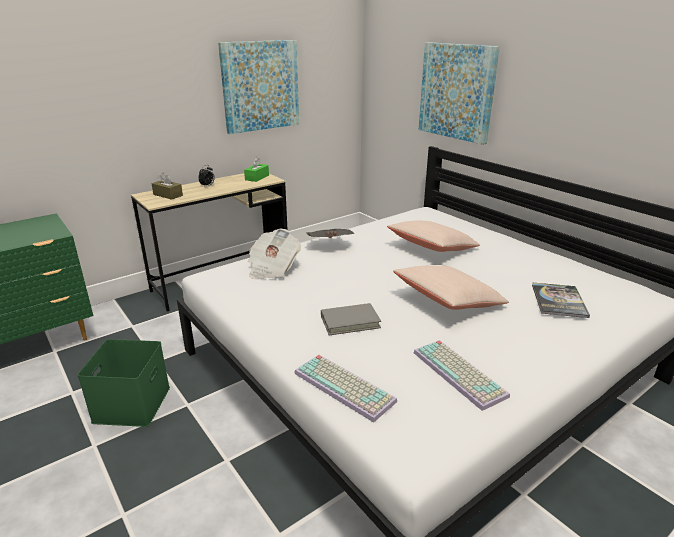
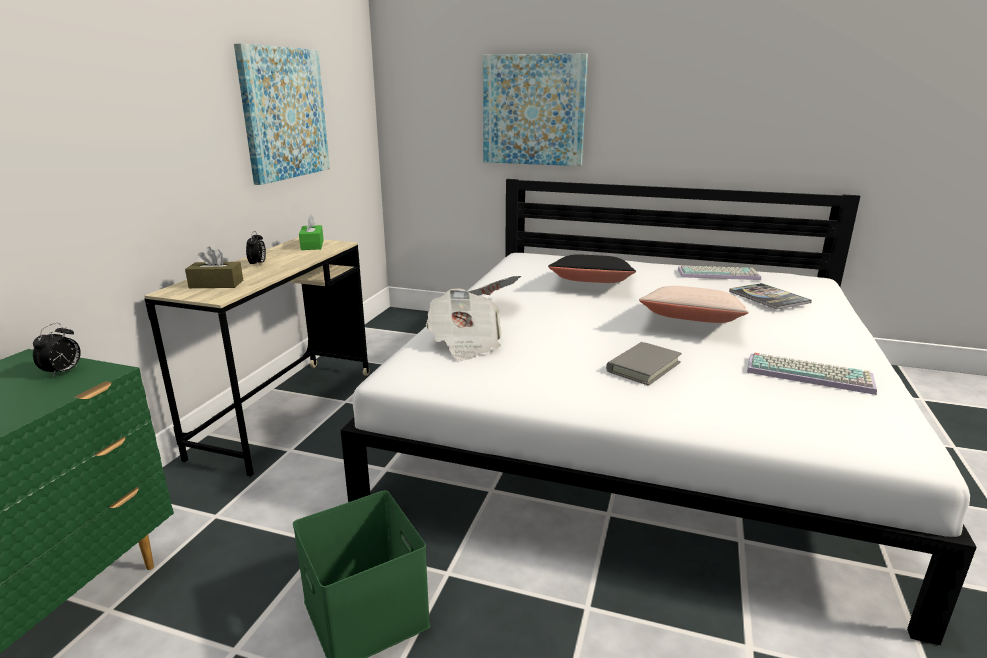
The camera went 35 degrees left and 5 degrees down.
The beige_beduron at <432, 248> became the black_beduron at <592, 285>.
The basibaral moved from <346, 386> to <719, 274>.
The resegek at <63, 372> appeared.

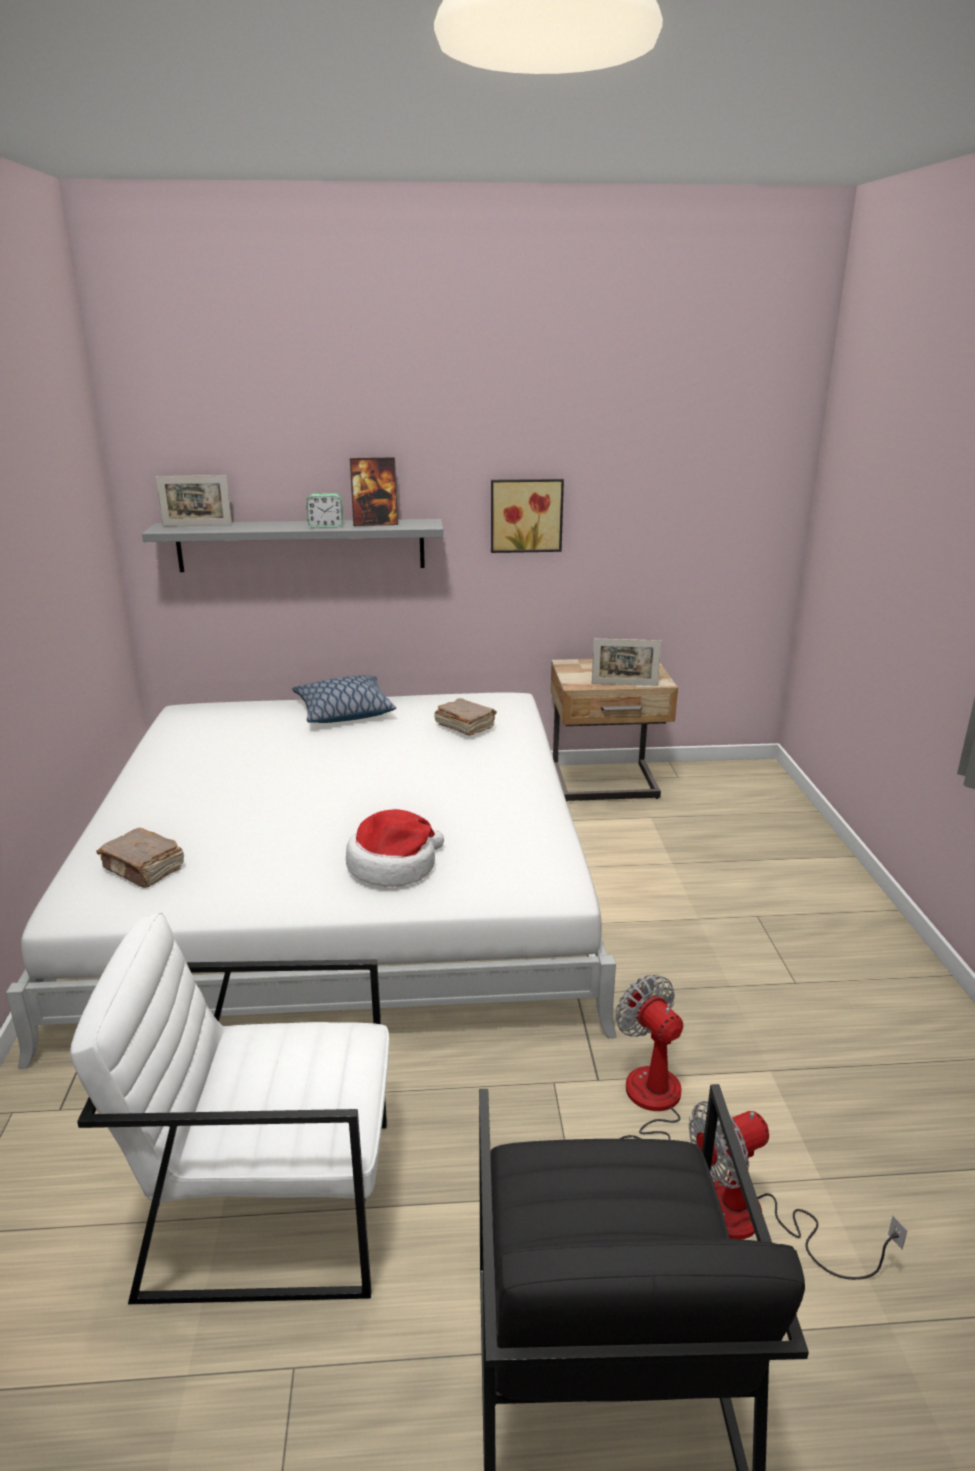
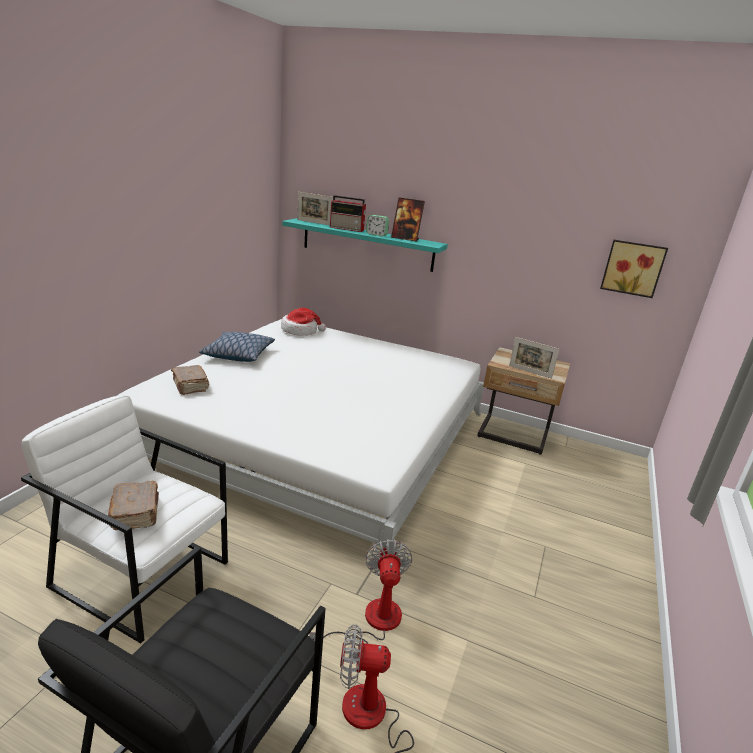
The camera went 25 degrees right and 0 degrees up.
The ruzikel moved from <526, 515> to <632, 268>.
The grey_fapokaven at <301, 545> became the turquoise_fapokaven at <367, 244>.
The beduron moved from <343, 712> to <238, 354>.
The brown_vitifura moved from <464, 726> to <136, 513>.
The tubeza moved from <394, 866> to <300, 330>.
The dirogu at <347, 229> appeared.

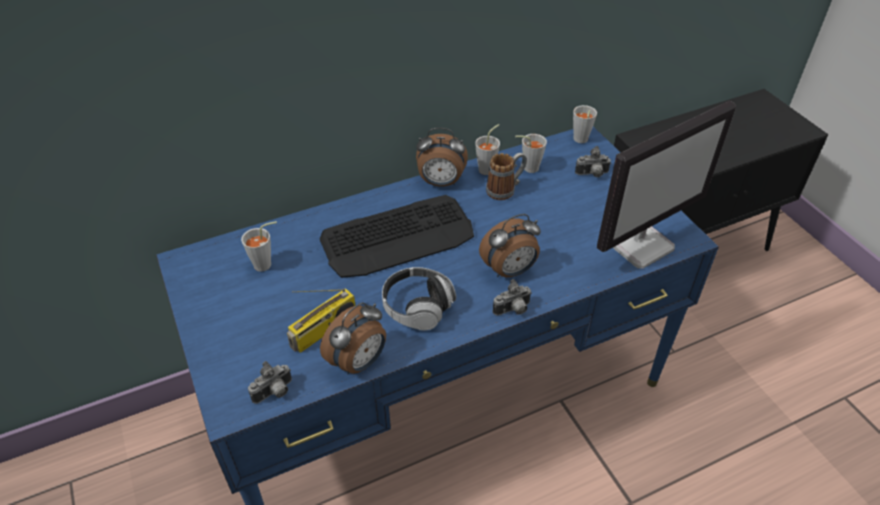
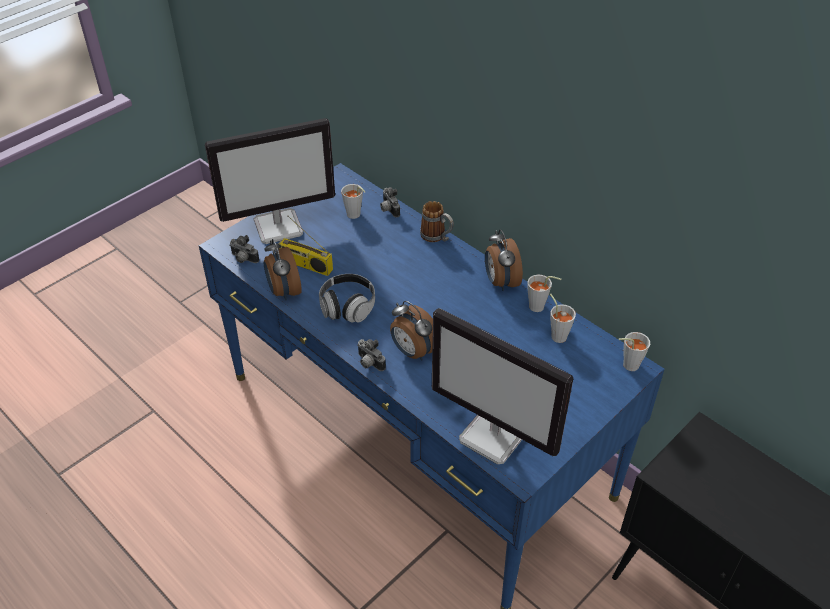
The camera went 70 degrees right and 0 degrees up.
The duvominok moved from <592, 174> to <388, 210>.
The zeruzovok moved from <505, 189> to <437, 237>.
The basibaral at <398, 237> disappeared.
The resegek at <359, 362> turned 45 degrees clockwise.
The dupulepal at <279, 227> appeared.

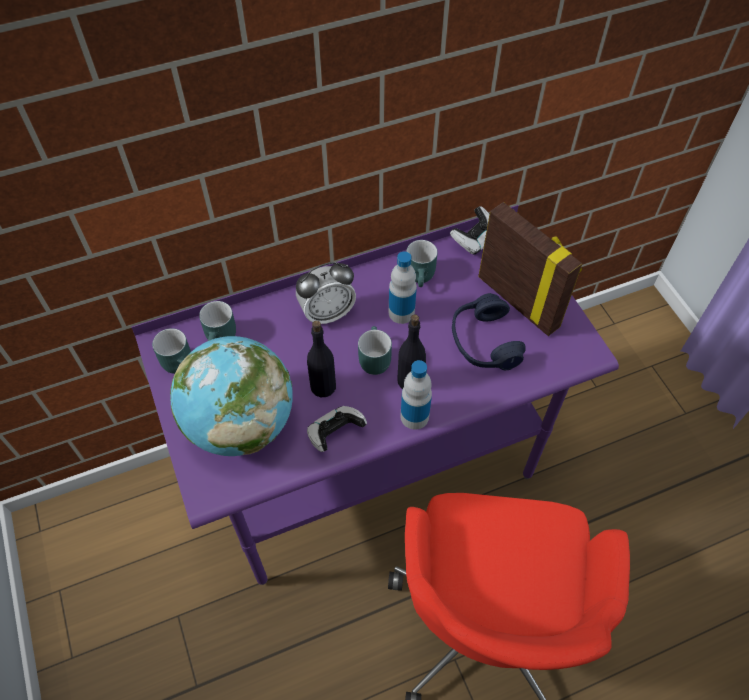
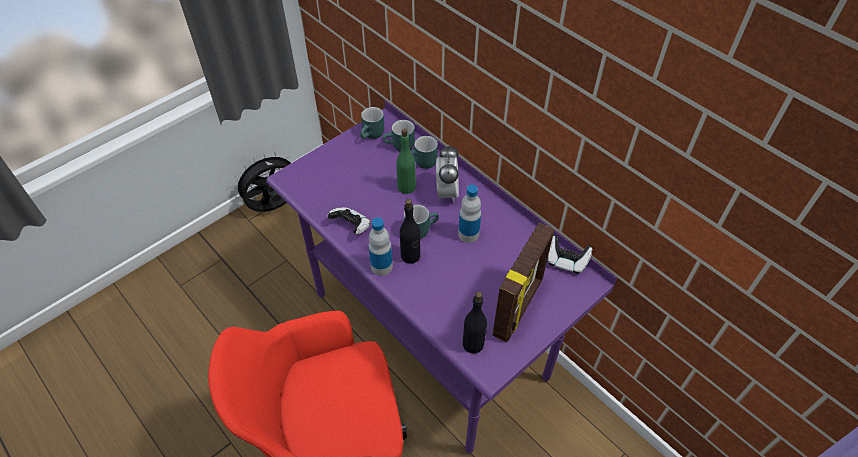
The camera went 70 degrees right and 5 degrees down.
The turquoise_zeruzovok moved from <422, 277> to <422, 163>.
The resegek at <327, 313> turned 135 degrees counterclockwise.
The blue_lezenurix at <484, 342> disappeared.
The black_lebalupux moved from <323, 386> to <473, 344>.
The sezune at <240, 424> disappeared.
The green_lebalupux at <406, 187> appeared.
The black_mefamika at <275, 207> appeared.

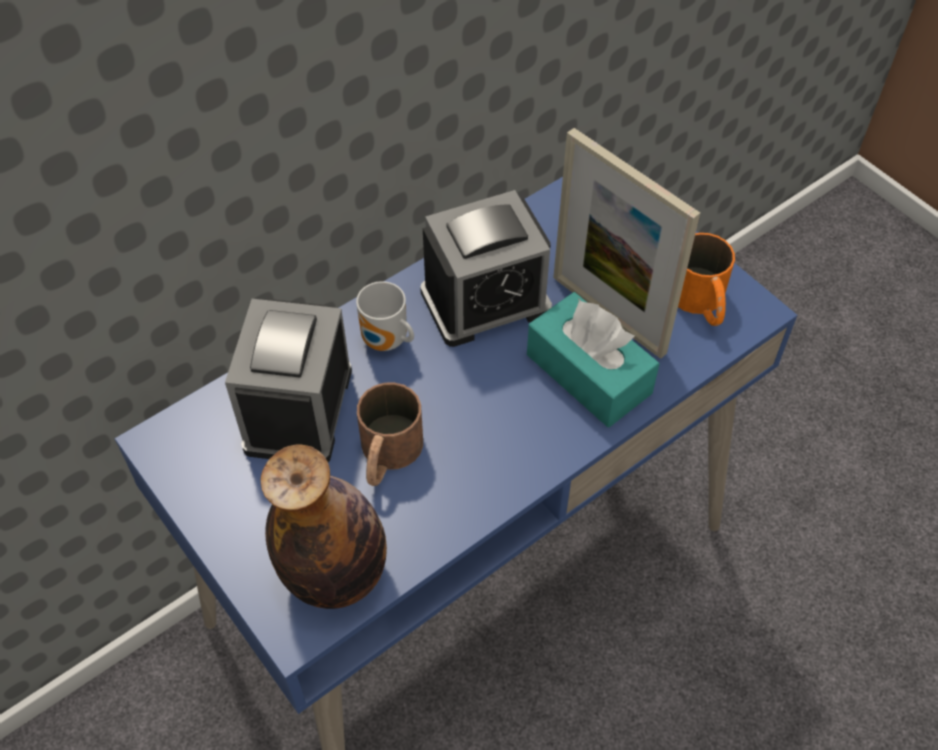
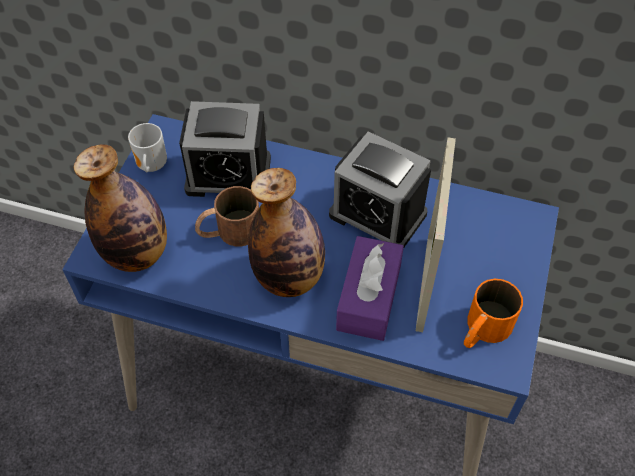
The camera went 55 degrees right and 0 degrees up.
The zeruzovok moved from <386, 343> to <150, 166>.
The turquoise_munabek at <588, 374> became the purple_munabek at <369, 297>.
The resegek at <298, 409> turned 150 degrees counterclockwise.
The lebalupux at <289, 278> appeared.

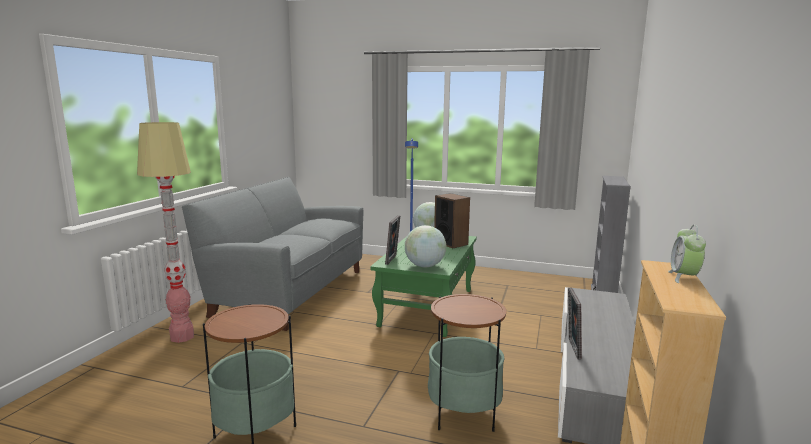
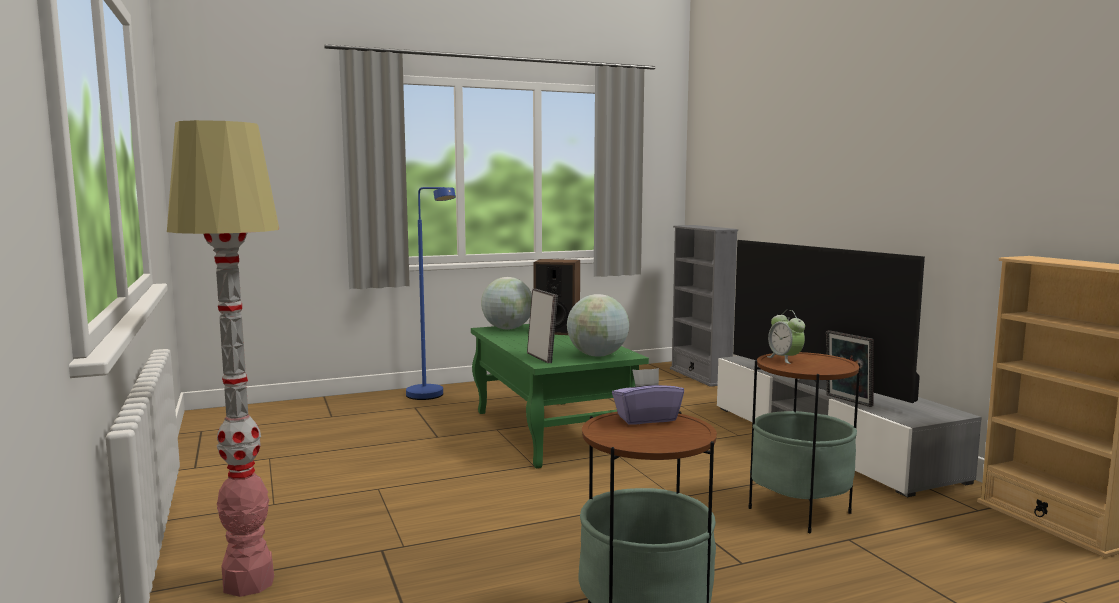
The camera went 40 degrees left and 5 degrees down.
The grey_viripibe at <289, 291> disappeared.
The resegek moved from <683, 277> to <785, 359>.
The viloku at <822, 384> appeared.
The purple_munabek at <646, 418> appeared.

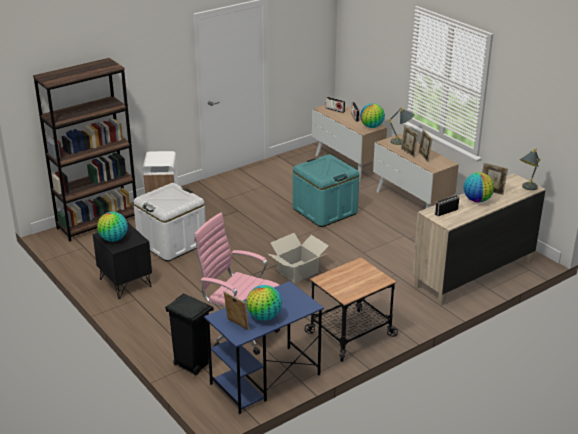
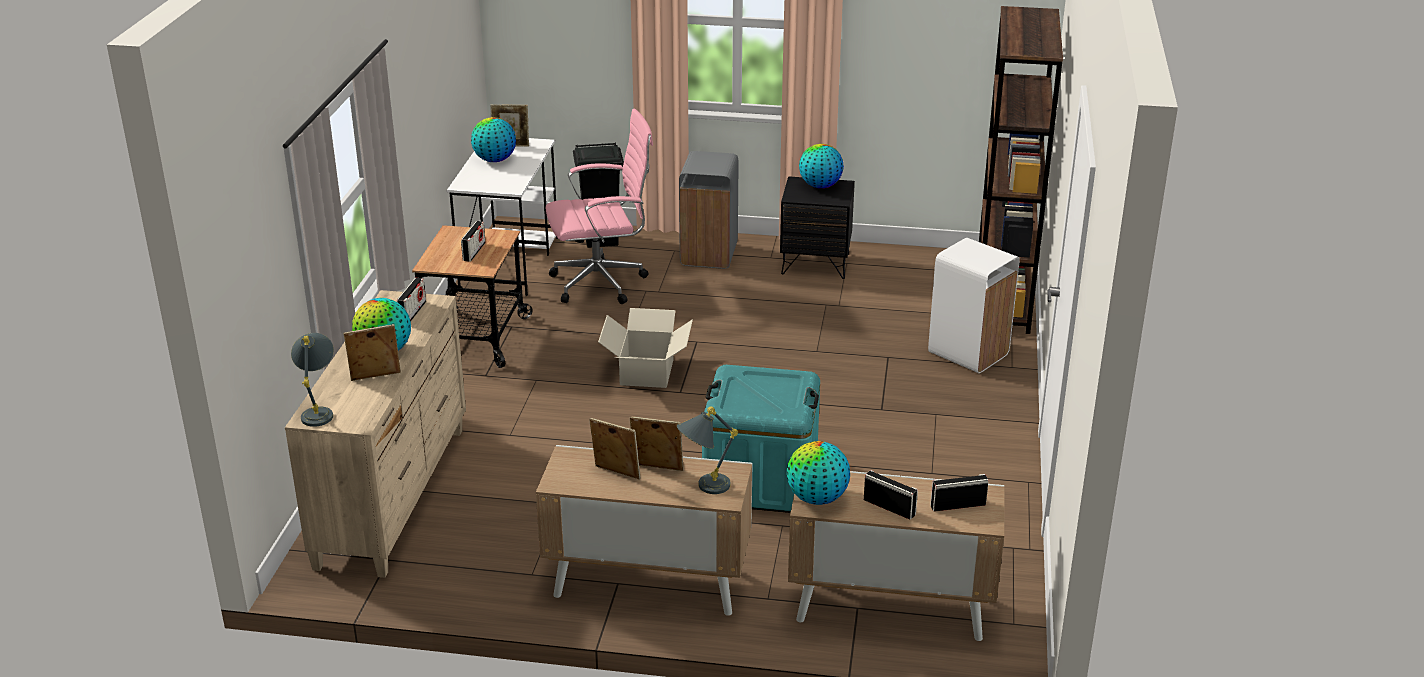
The camera went 135 degrees right and 0 degrees up.
The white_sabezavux at <172, 243> disappeared.
The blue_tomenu at <264, 379> became the white_tomenu at <510, 262>.
The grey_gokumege at <709, 254> appeared.
The dirogu at <474, 251> appeared.

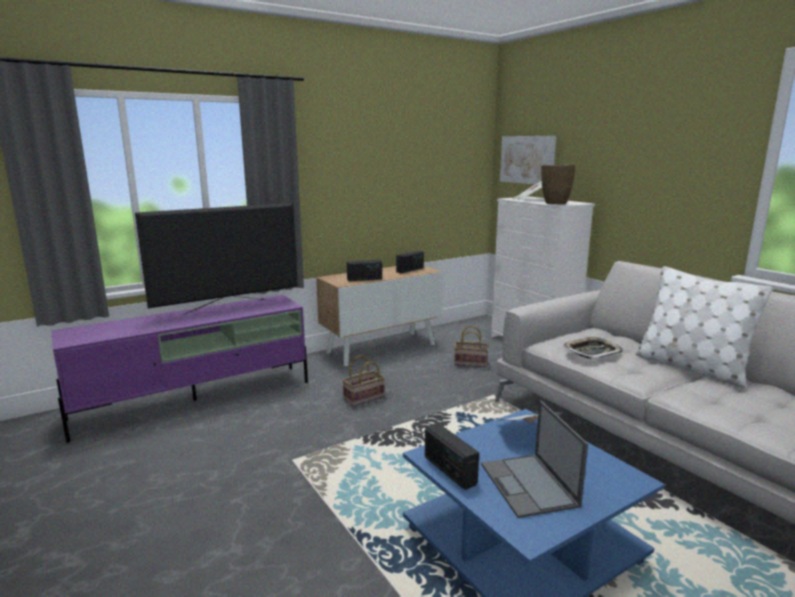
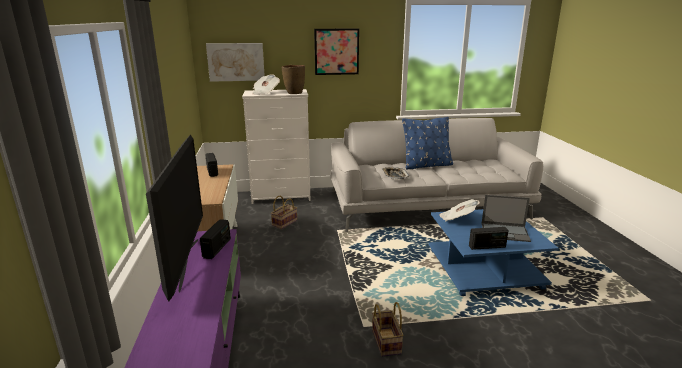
The camera went 65 degrees left and 5 degrees up.
The dirogu moved from <364, 279> to <217, 248>.
The white_beduron at <691, 367> became the blue_beduron at <426, 165>.
The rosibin moved from <363, 398> to <387, 342>.
The ruzikel at <336, 51> appeared.

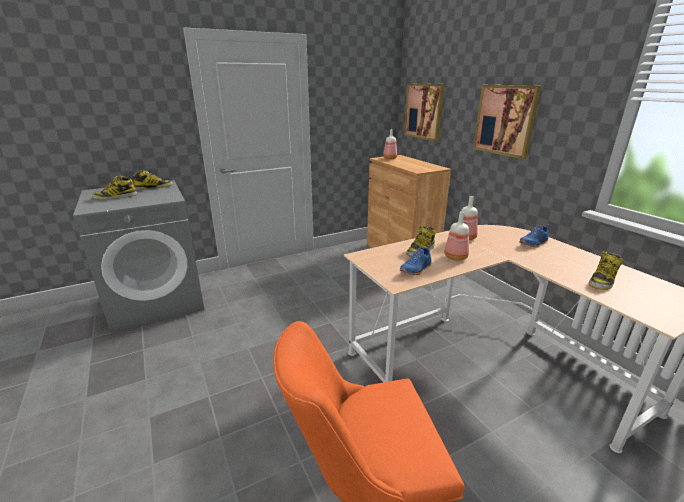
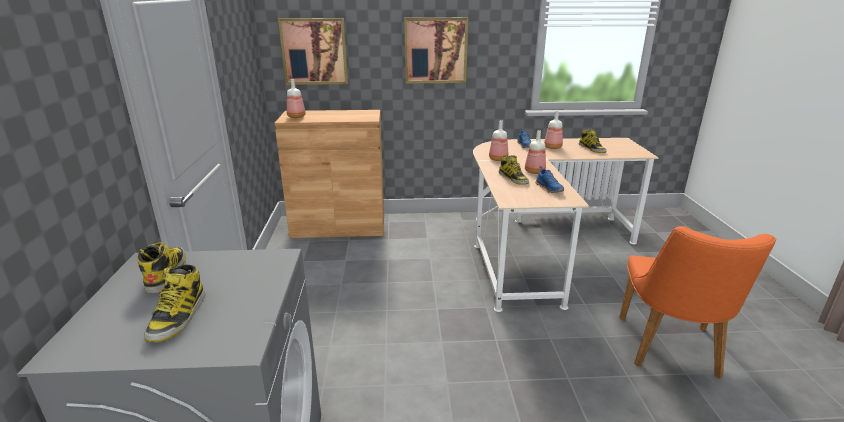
The camera went 65 degrees left and 0 degrees up.
The lebalupux at <553, 147> appeared.

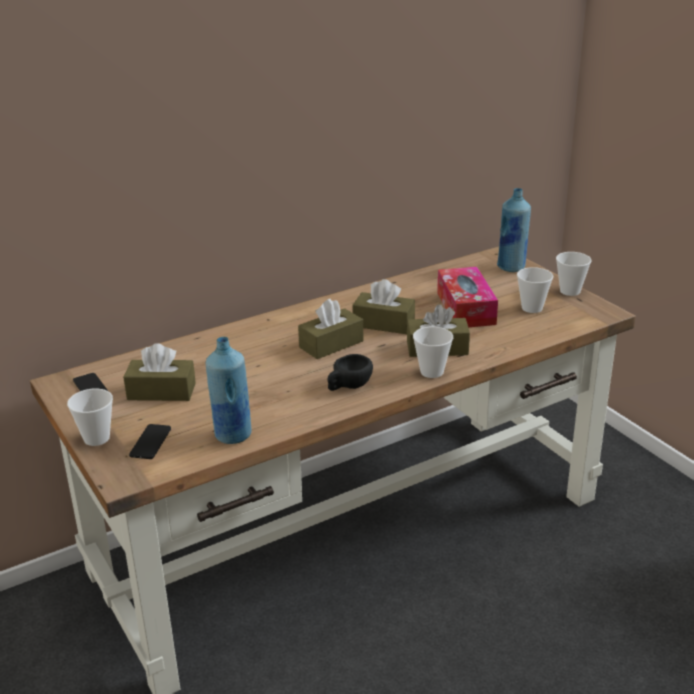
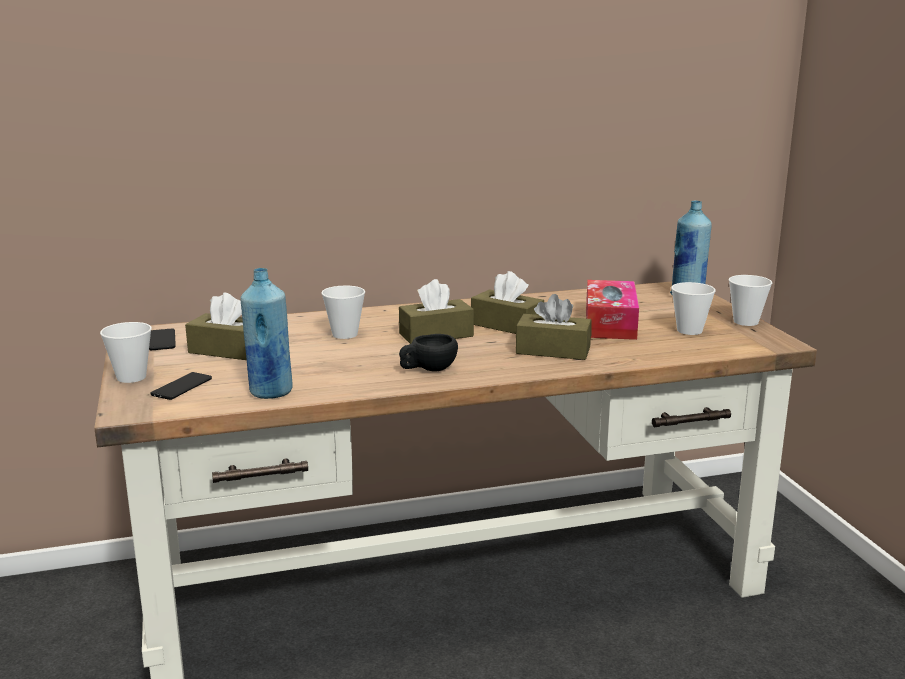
The camera went 15 degrees right and 10 degrees down.
The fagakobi moved from <432, 372> to <345, 334>.

